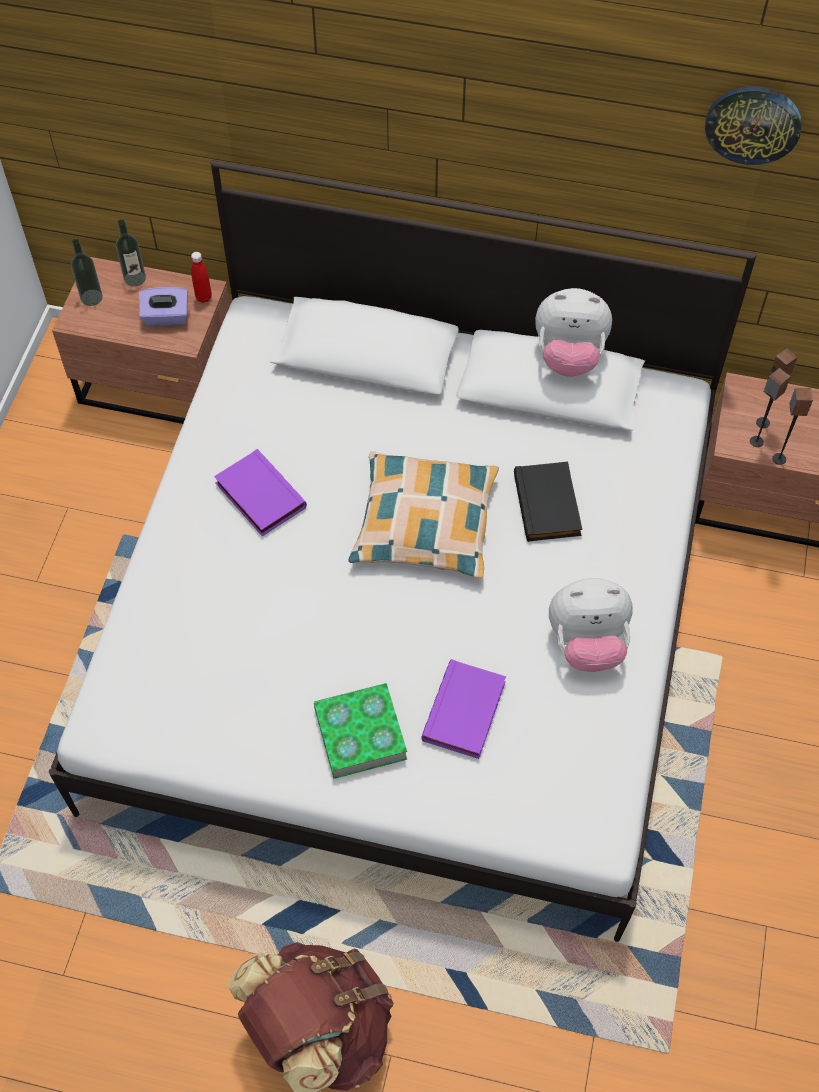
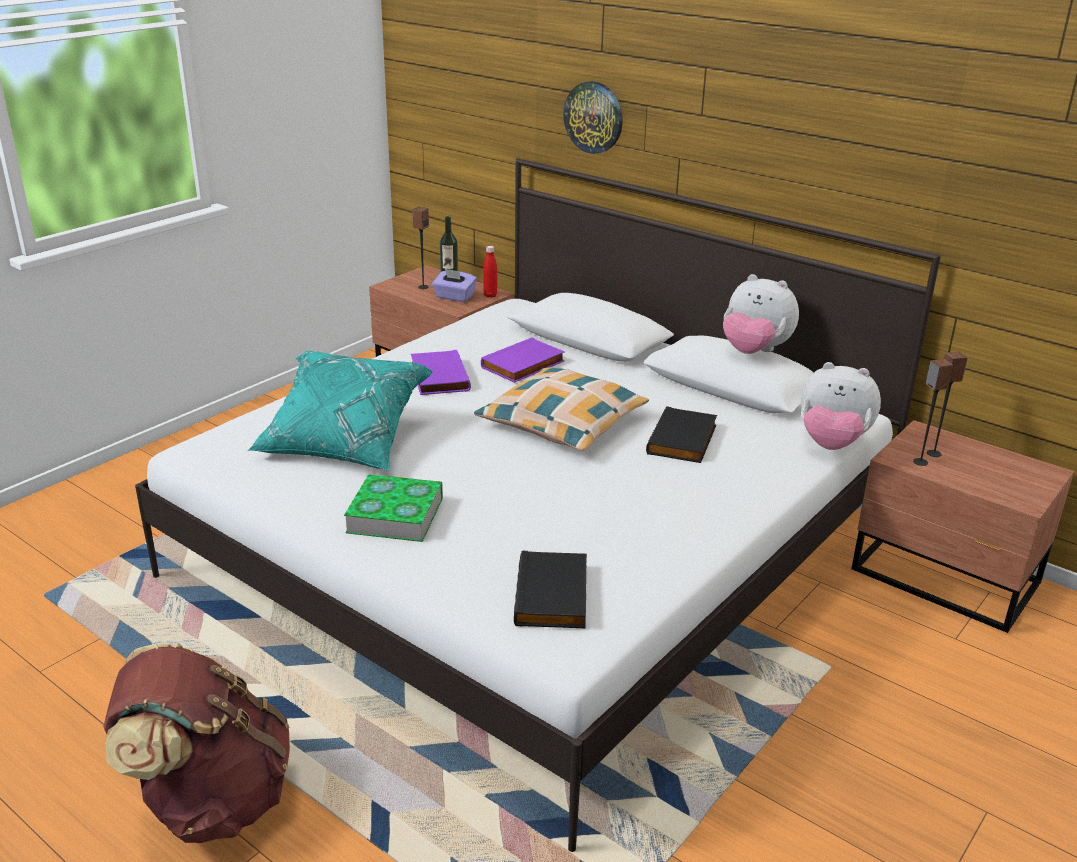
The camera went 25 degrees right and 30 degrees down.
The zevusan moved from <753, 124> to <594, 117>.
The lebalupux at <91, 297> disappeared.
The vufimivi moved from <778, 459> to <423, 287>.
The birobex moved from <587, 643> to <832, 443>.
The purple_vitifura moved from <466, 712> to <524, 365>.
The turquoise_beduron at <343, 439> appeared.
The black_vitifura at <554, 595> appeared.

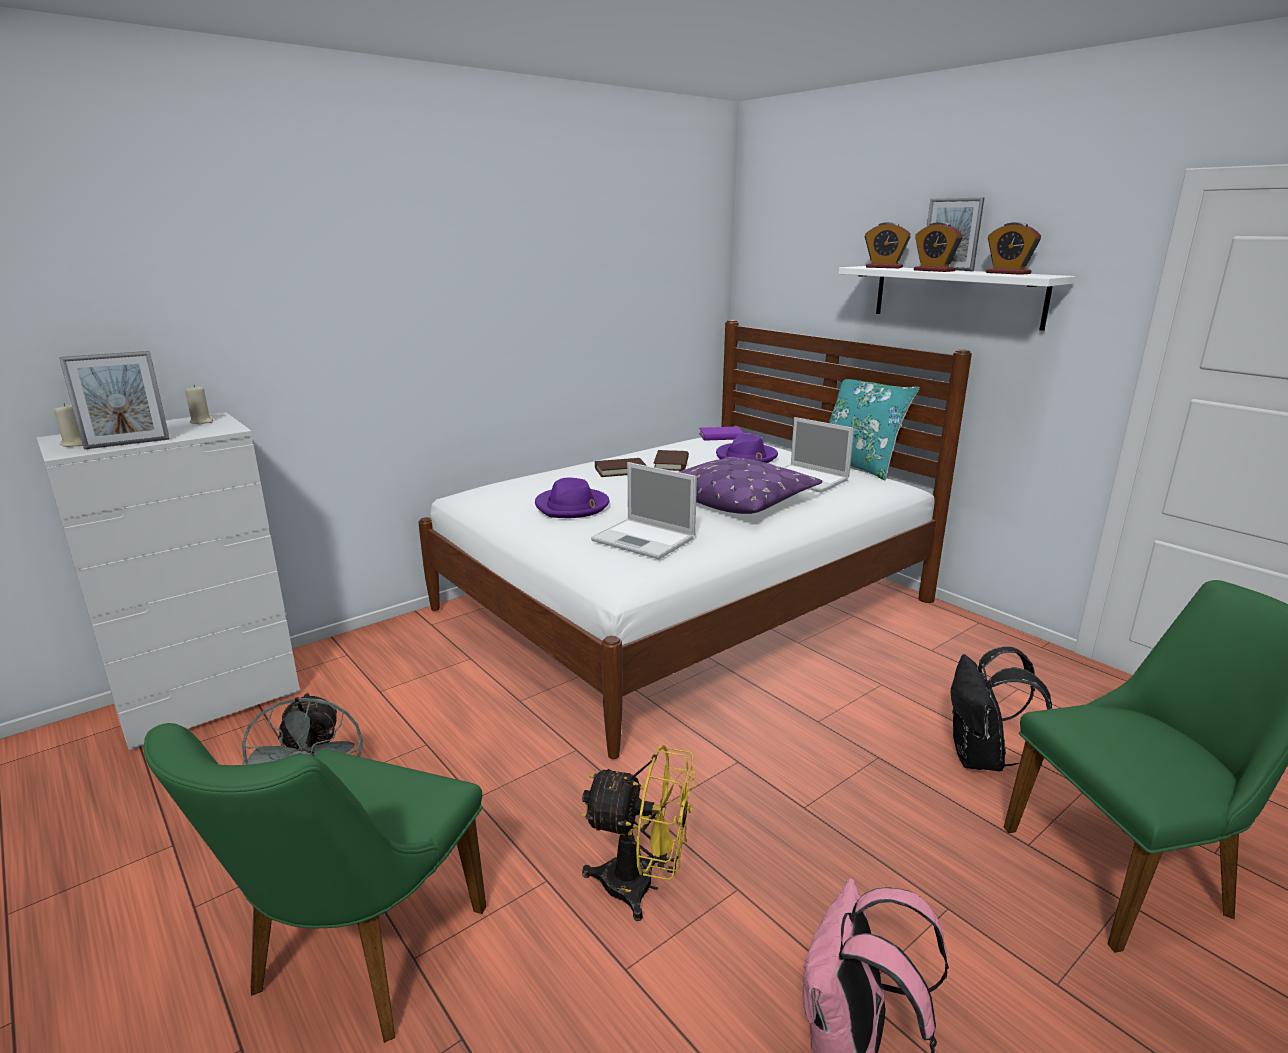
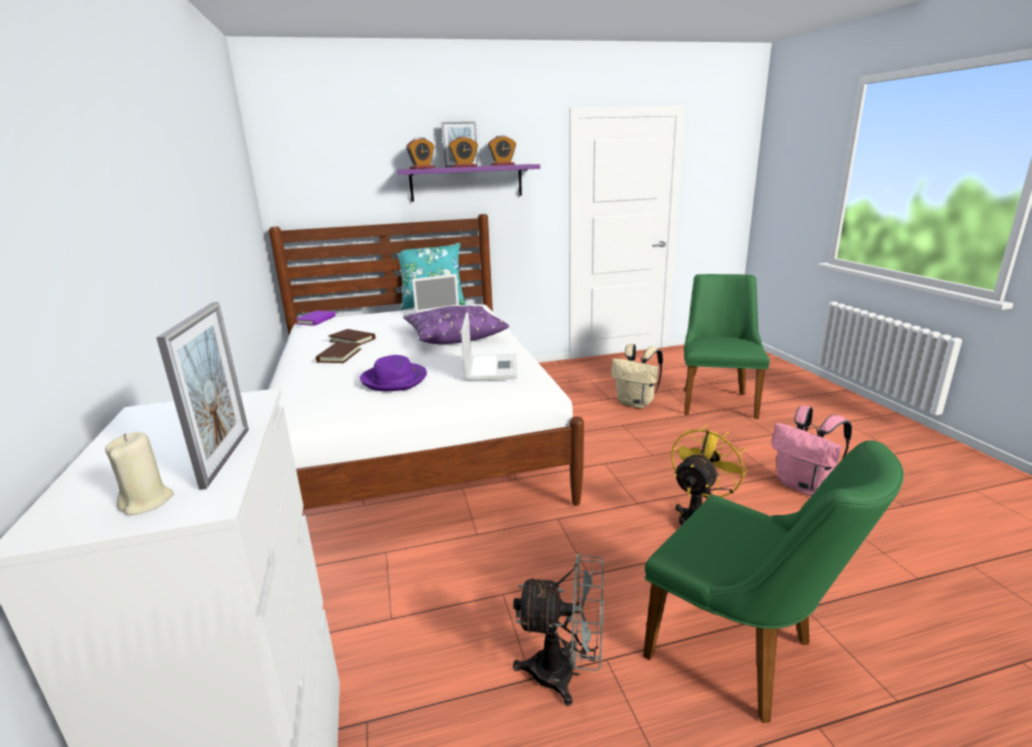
The camera went 65 degrees left and 0 degrees up.
The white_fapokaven at <957, 296> became the purple_fapokaven at <466, 182>.
The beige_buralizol at <202, 422> disappeared.
The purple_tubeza at <746, 457> disappeared.
The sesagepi at <645, 539> turned 60 degrees counterclockwise.
The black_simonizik at <981, 759> became the beige_simonizik at <636, 403>.

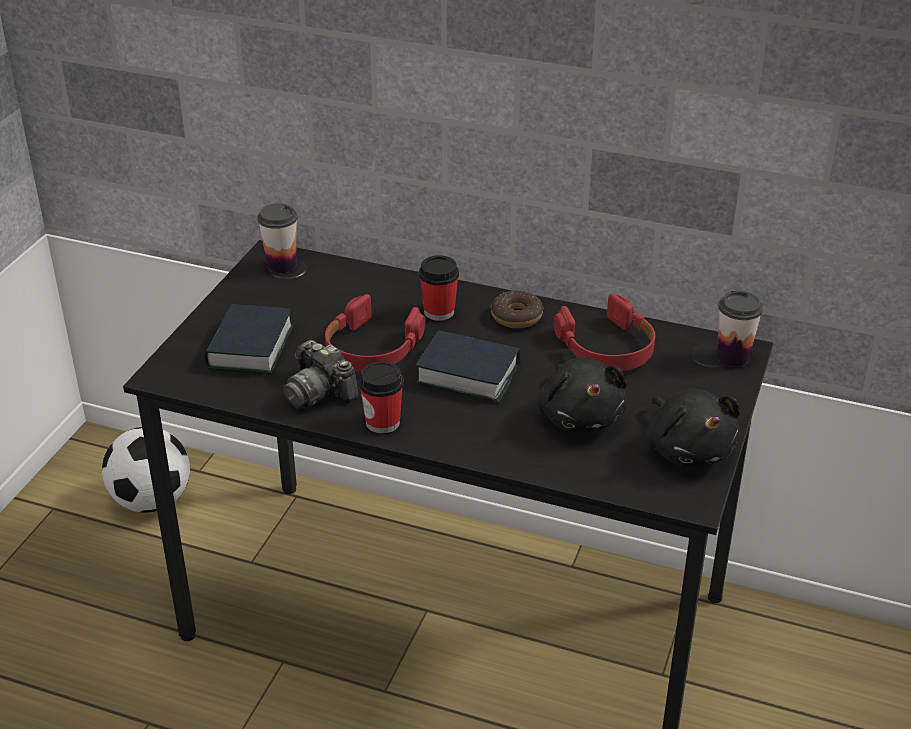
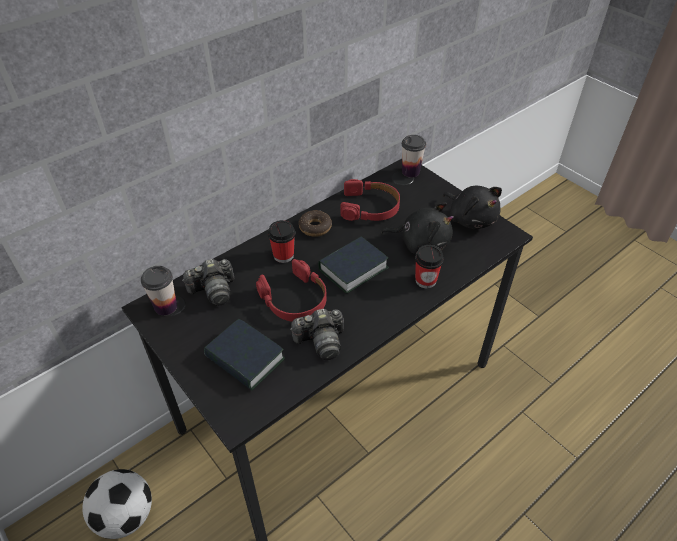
The camera went 60 degrees left and 10 degrees up.
The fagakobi moved from <382, 422> to <425, 280>.
The black_birobex at <687, 449> turned 45 degrees clockwise.
The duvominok at <213, 291> appeared.

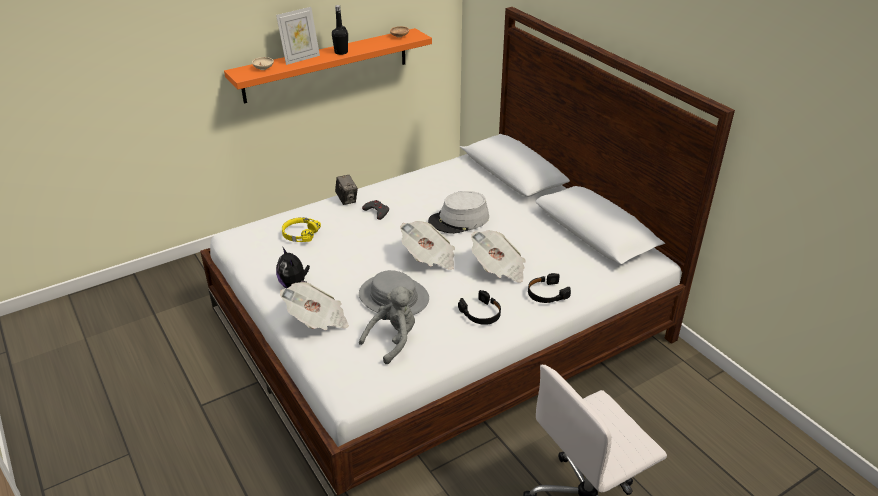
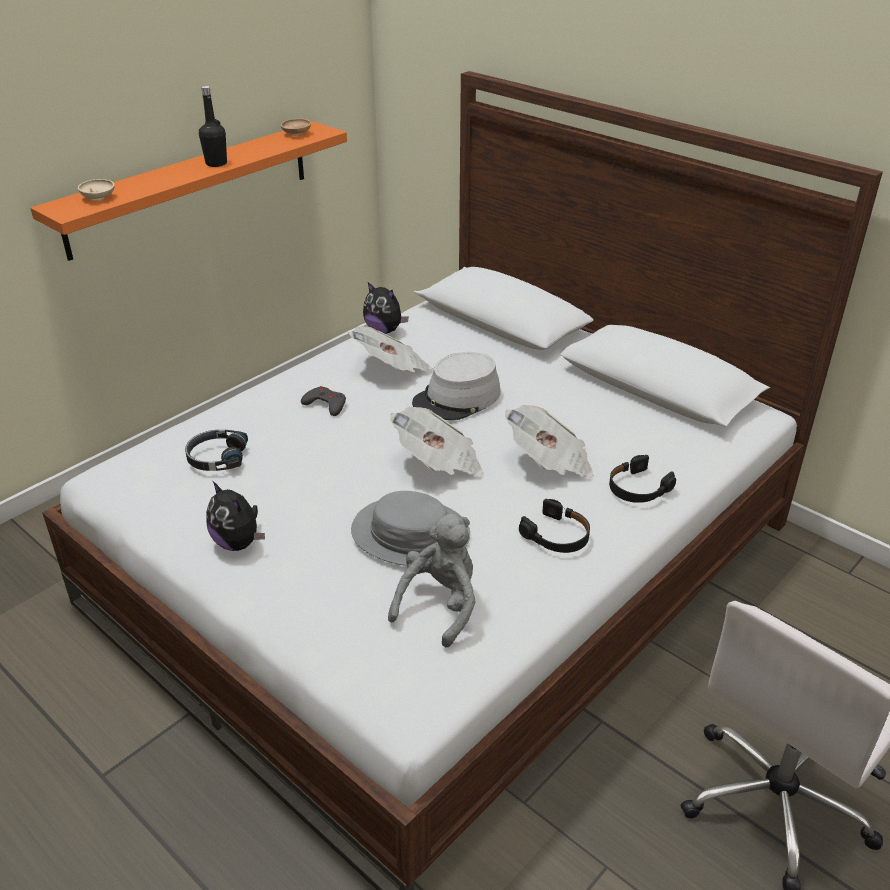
The camera went 15 degrees left and 0 degrees up.
The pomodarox at <301, 59> disappeared.
The duvominok at <347, 199> disappeared.
The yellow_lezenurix at <300, 234> became the black_lezenurix at <216, 458>.
The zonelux moved from <317, 320> to <392, 369>.
The birobex at <384, 330> appeared.

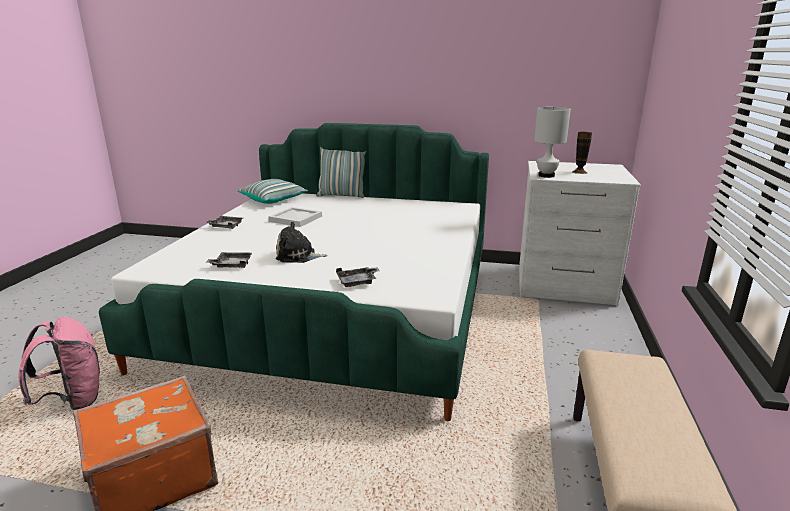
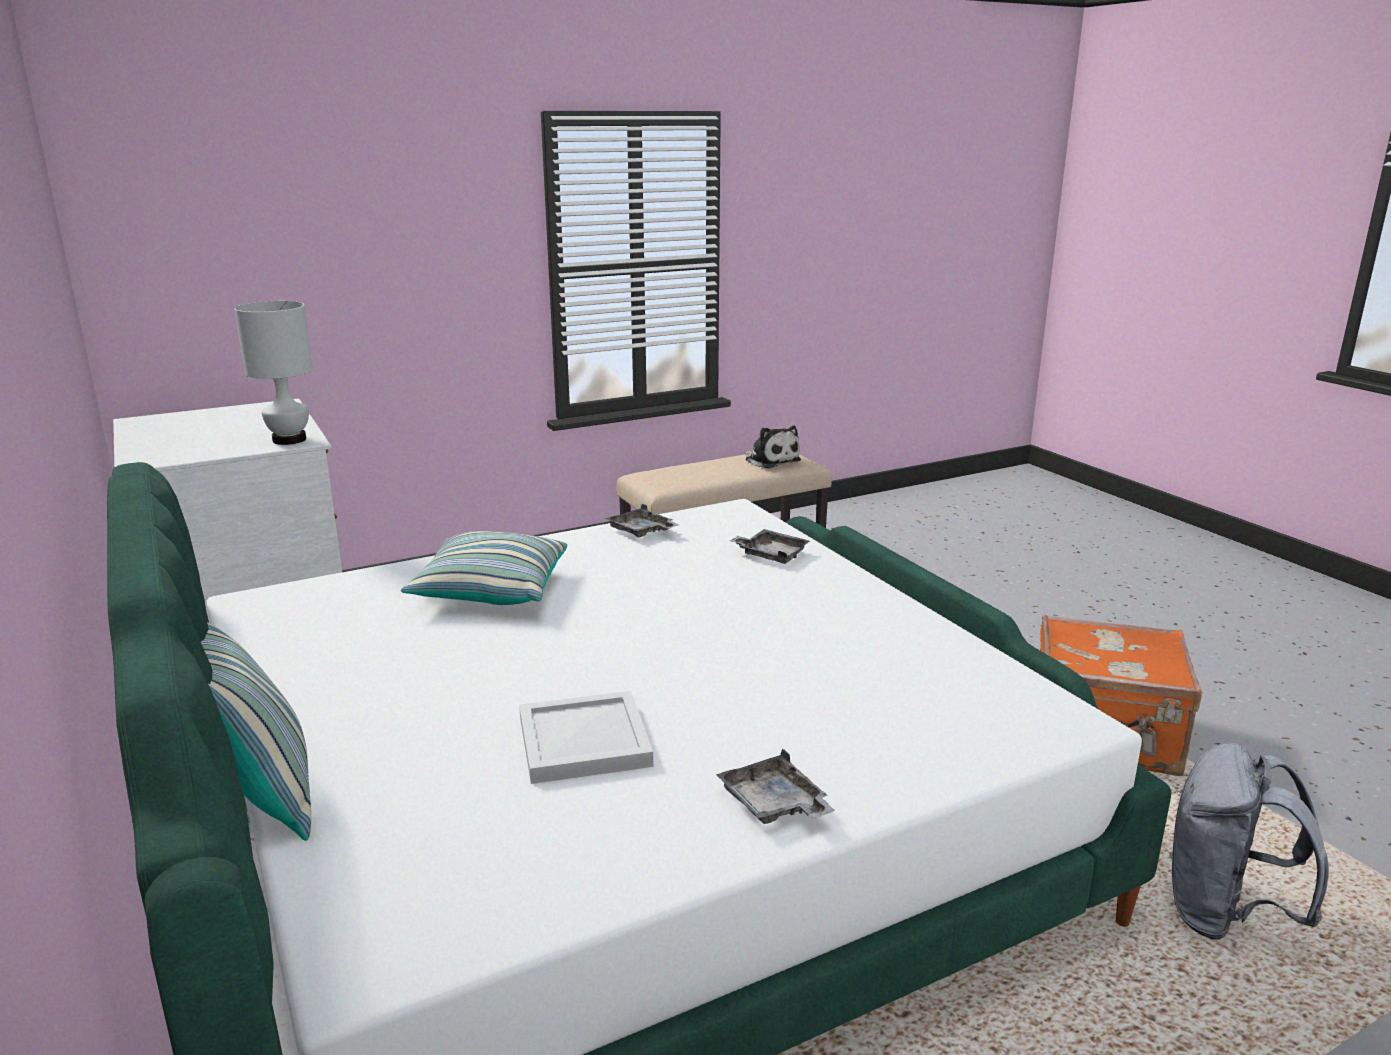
The camera went 130 degrees left and 0 degrees up.
The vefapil at <579, 172> disappeared.
The beduron moved from <274, 200> to <491, 591>.
The birobex moved from <298, 256> to <771, 460>.
The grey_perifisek moved from <232, 265> to <641, 531>.
The pink_simonizik at <73, 401> became the grey_simonizik at <1224, 914>.

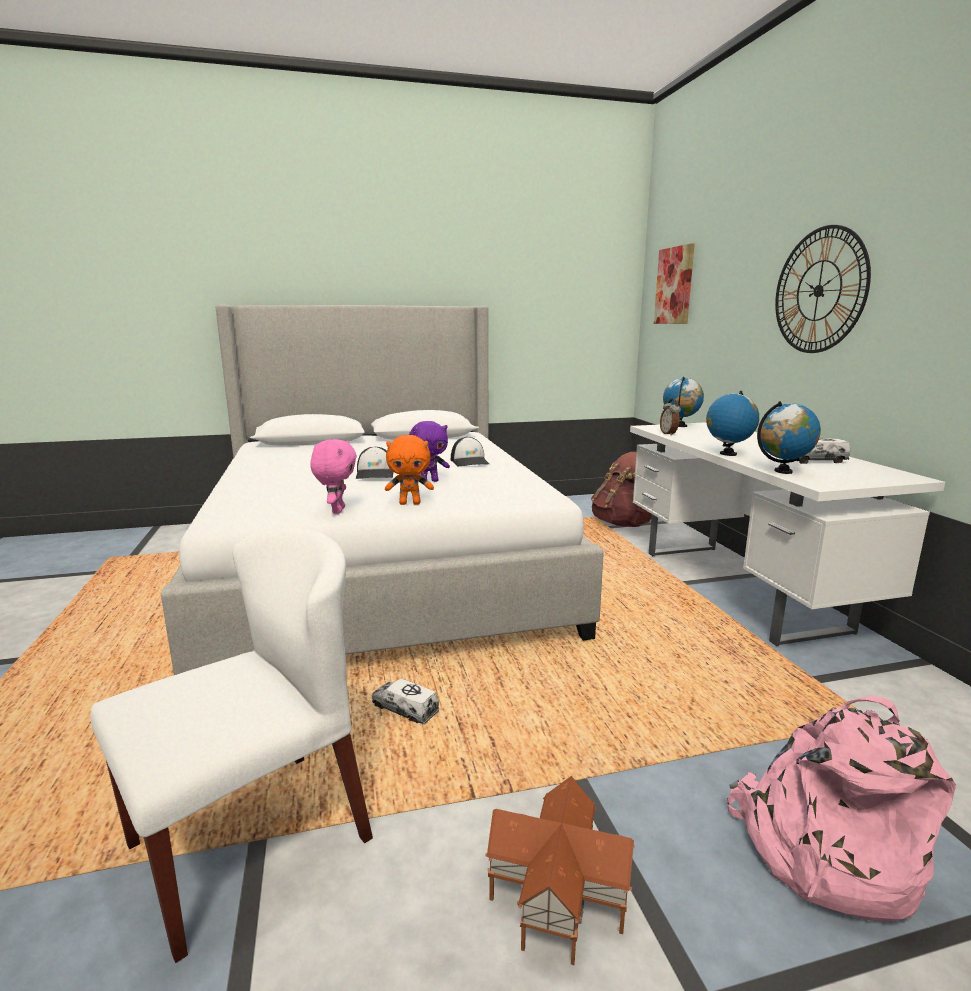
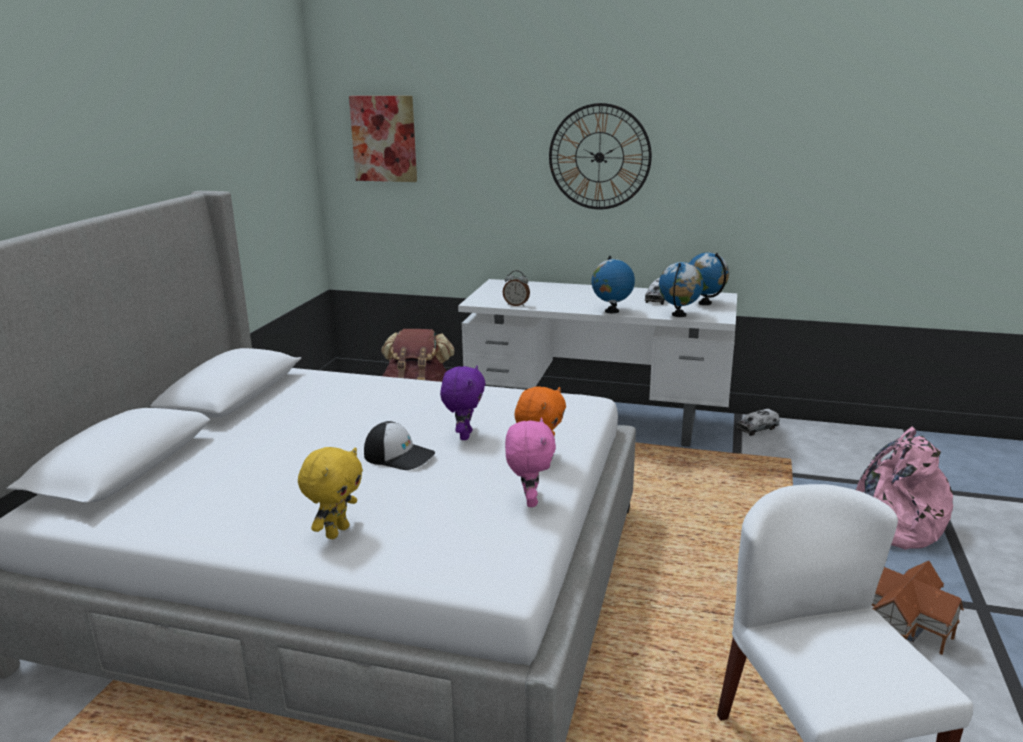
The camera went 60 degrees left and 5 degrees up.
The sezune moved from <680, 426> to <705, 303>.
The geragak at <470, 461> disappeared.
The pink_birobex at <337, 510> turned 60 degrees clockwise.
The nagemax moved from <405, 710> to <757, 429>.
The yellow_birobex at <336, 532> appeared.

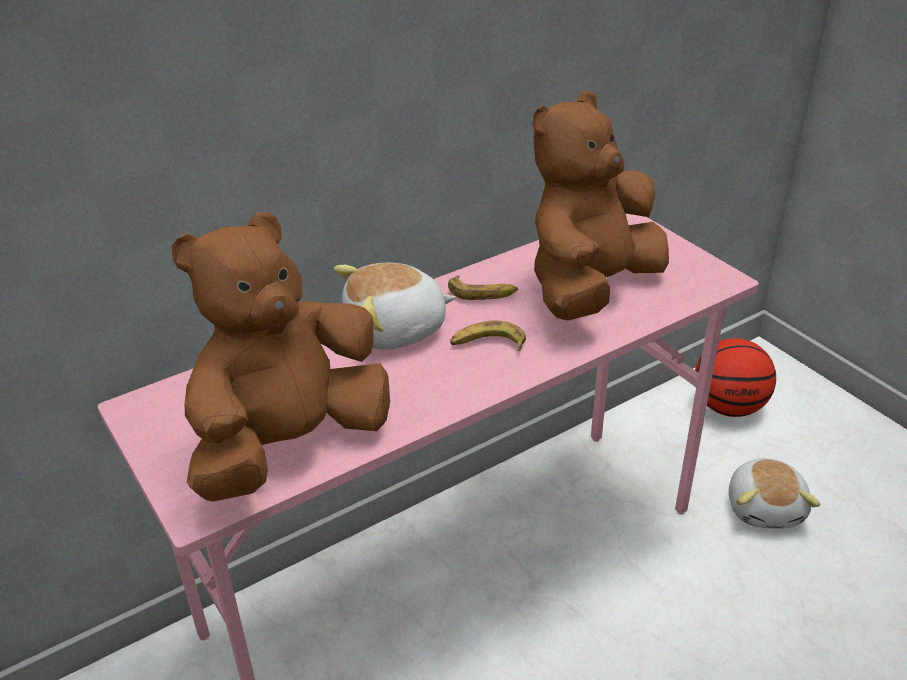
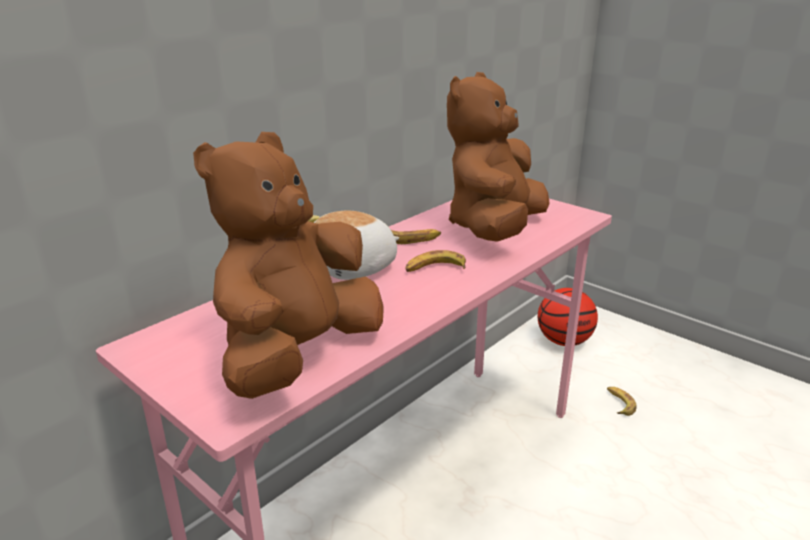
The camera went 15 degrees left and 10 degrees down.
The birobex at <766, 508> was replaced by the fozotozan at <619, 403>.

